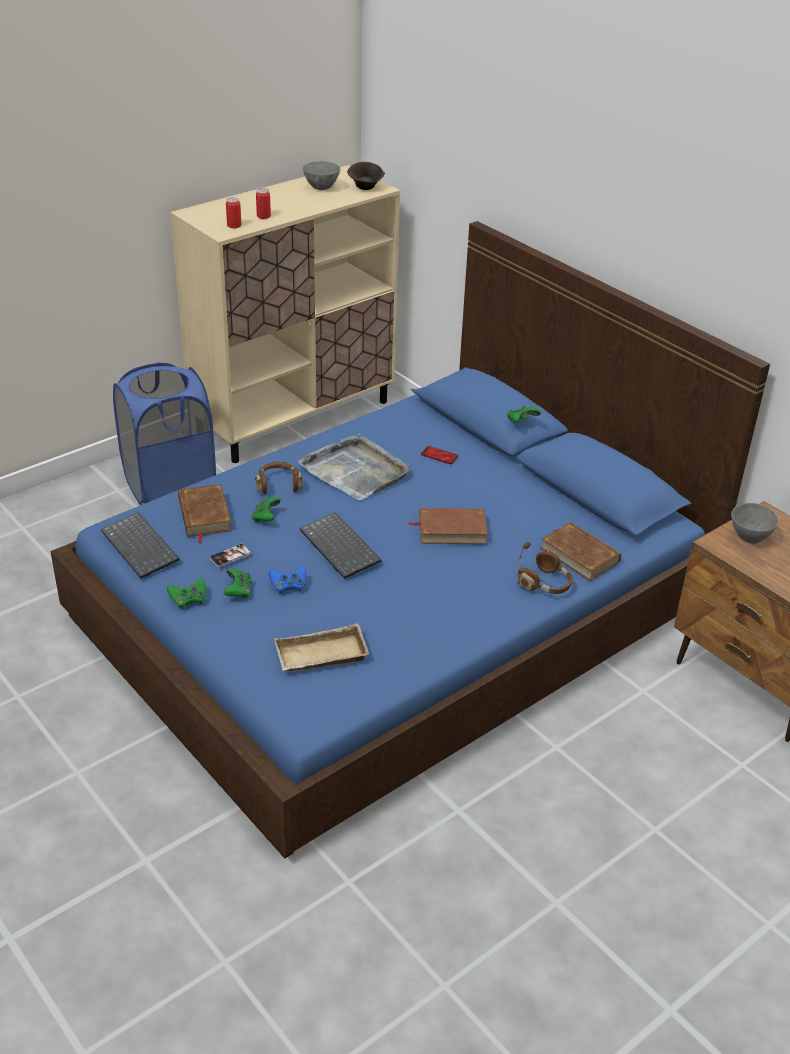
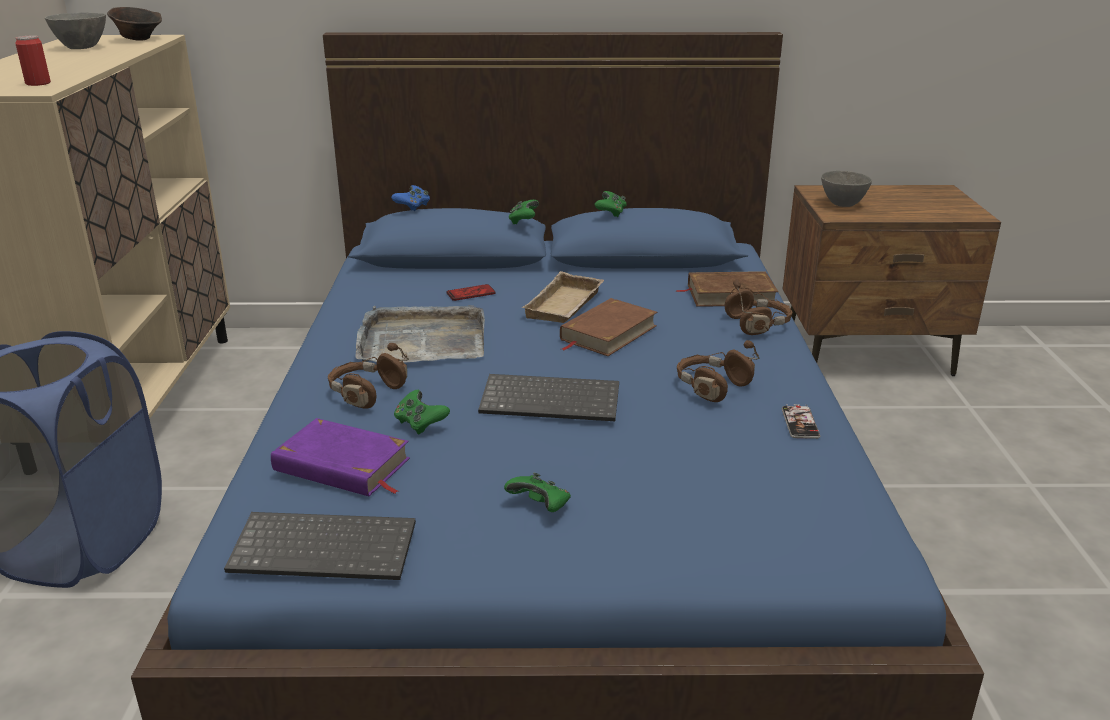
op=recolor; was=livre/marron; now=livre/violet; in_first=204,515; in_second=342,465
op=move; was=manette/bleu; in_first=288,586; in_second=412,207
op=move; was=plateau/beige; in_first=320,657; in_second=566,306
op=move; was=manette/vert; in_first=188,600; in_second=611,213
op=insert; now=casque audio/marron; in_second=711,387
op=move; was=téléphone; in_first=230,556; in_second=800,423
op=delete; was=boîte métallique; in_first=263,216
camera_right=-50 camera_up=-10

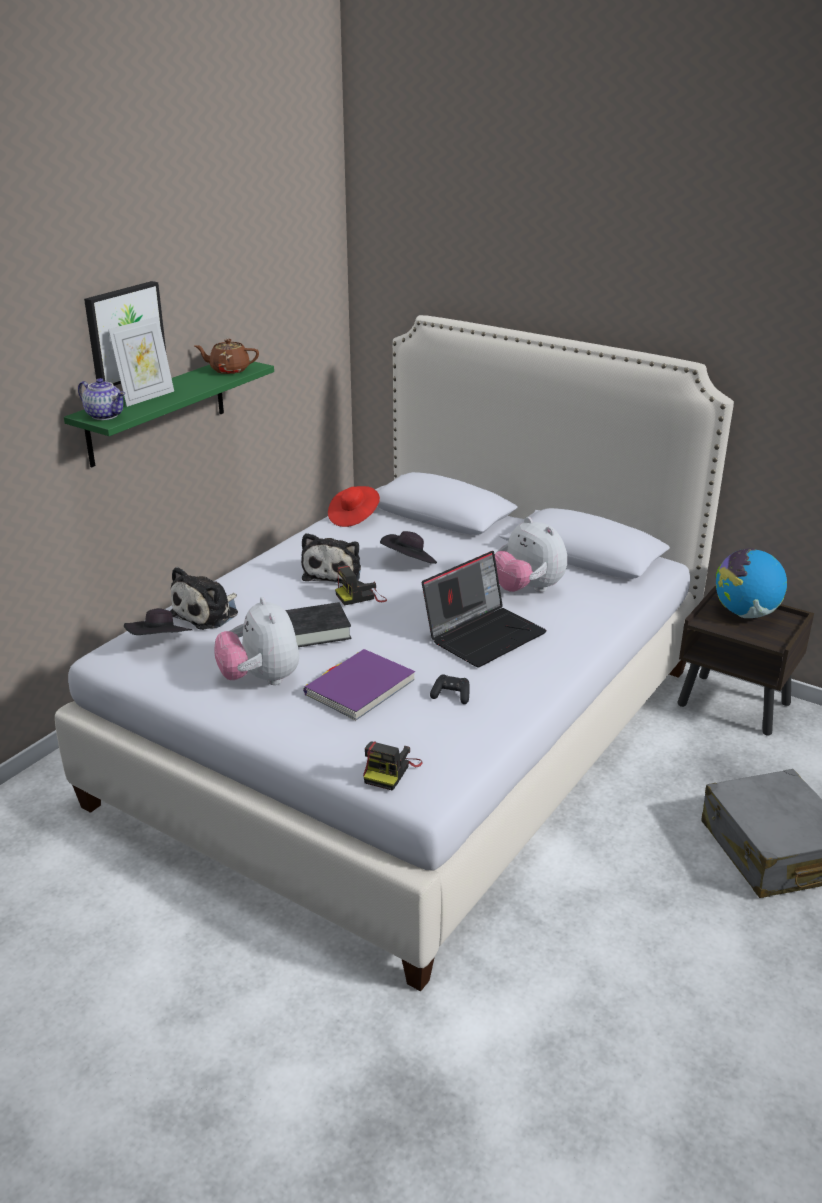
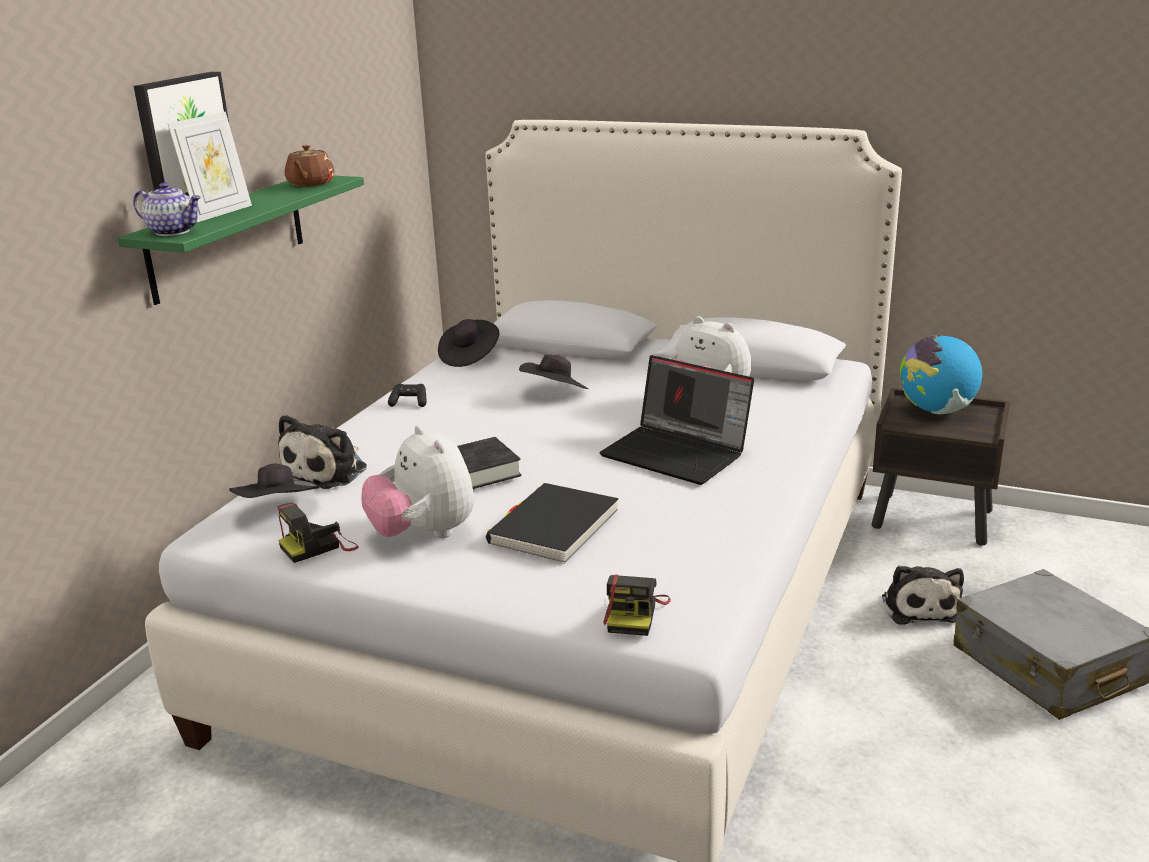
op=move; was=appareil photo; in_first=361,596; in_second=319,546
op=rotate; was=théière/marron; in_first=229,370; in_second=310,184; clockwise=-75
op=move; was=manette/noir; in_first=451,695; in_second=409,402
op=recolor; was=chapeau/rouge; now=chapeau/noir; in_first=353,517; in_second=469,357
op=recolor; was=livre/violet; now=livre/noir; in_first=359,688; in_second=554,528
op=rotate; was=ordinateur portable; in_first=484,634; in_second=678,453; clockwise=90
op=move; was=peluche; in_first=333,572; in_second=919,606
camera_right=-10 camera_up=-5

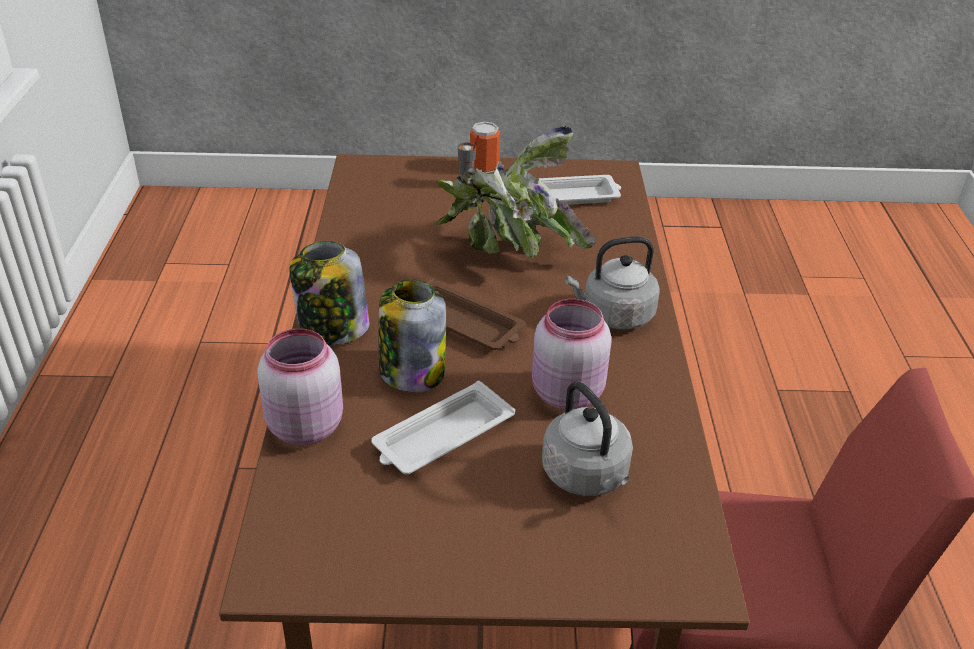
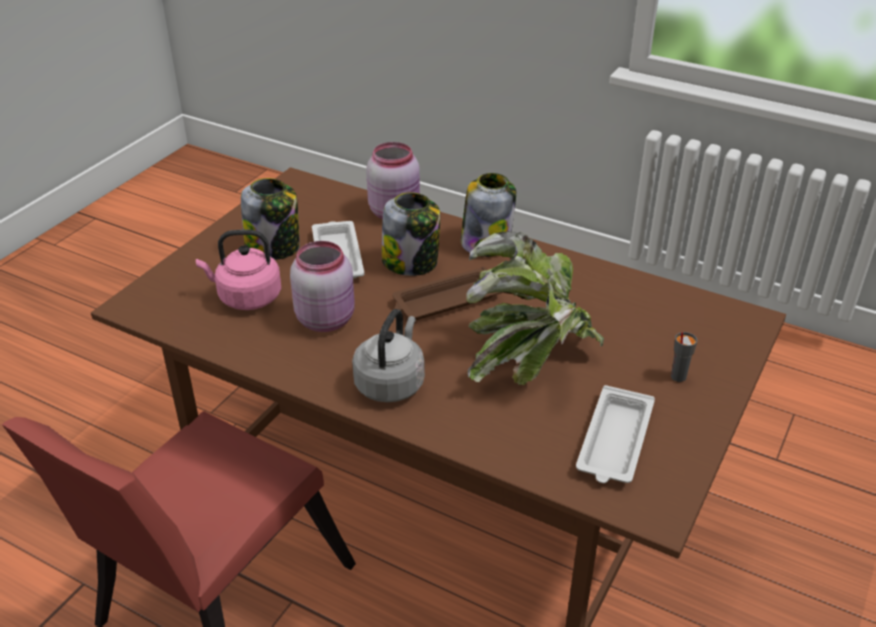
op=recolor; was=bouilloire/gris; now=bouilloire/rose; in_first=587,476; in_second=246,298
op=insert; now=bocal; in_second=274,247
op=delete; was=boîte métallique; in_first=484,167
camera_right=120 camera_up=0

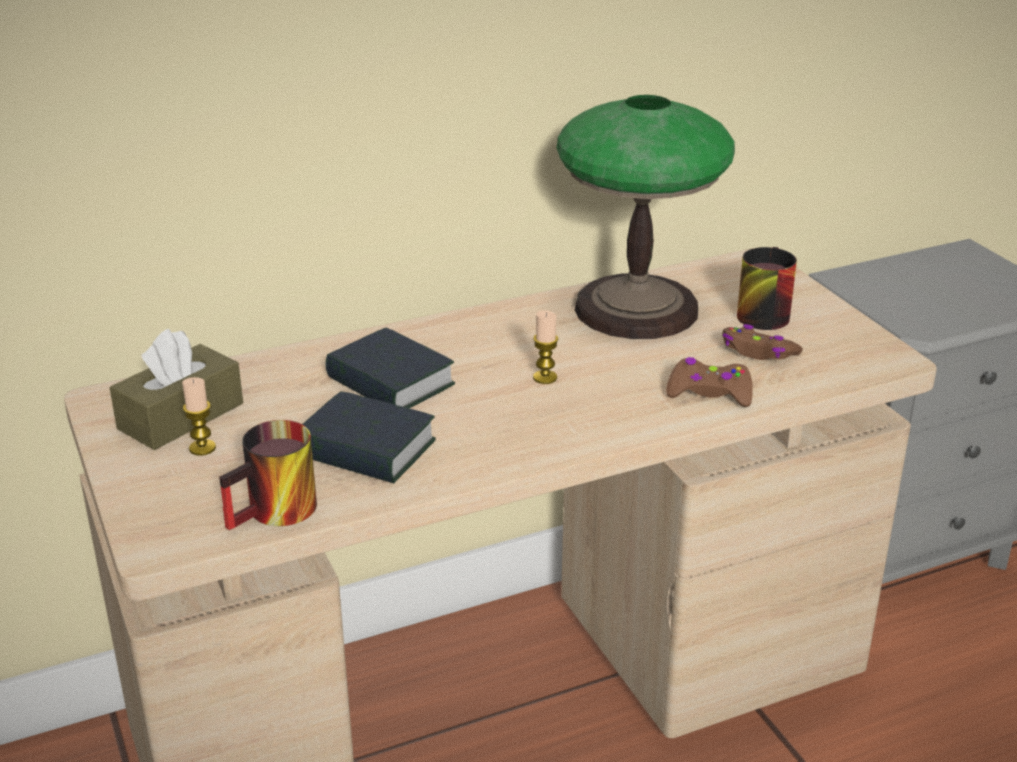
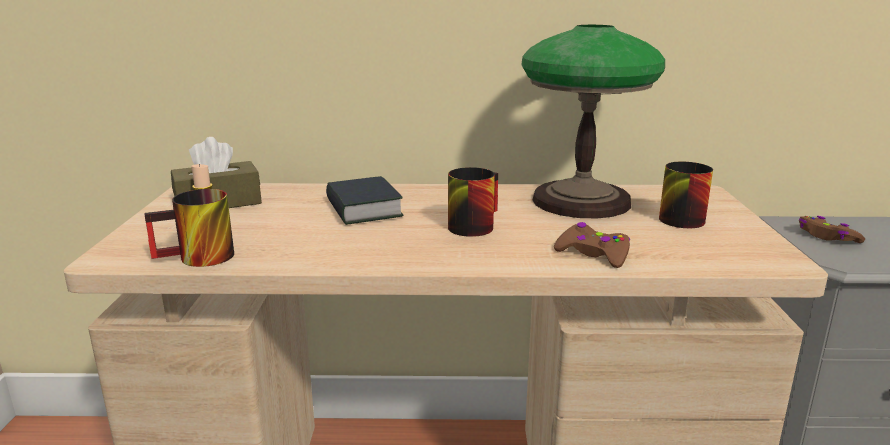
op=replace; was=bougie; now=mug; in_first=545,377; in_second=472,224
op=move; was=manette/marron; in_first=758,352; in_second=827,237
op=delete; was=livre; in_first=366,449
camera_right=25 camera_up=-10

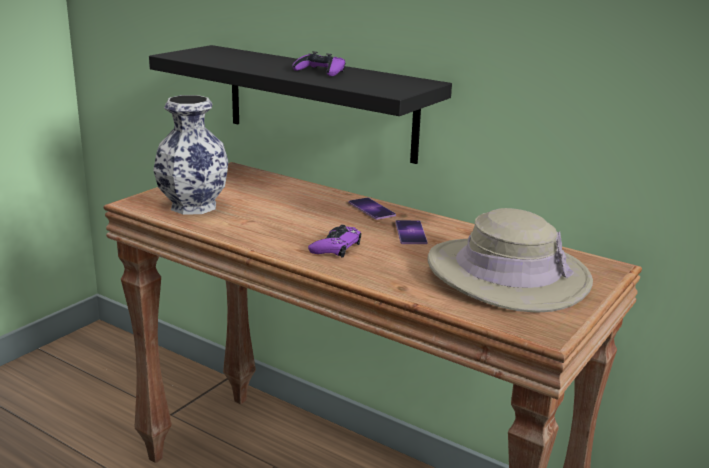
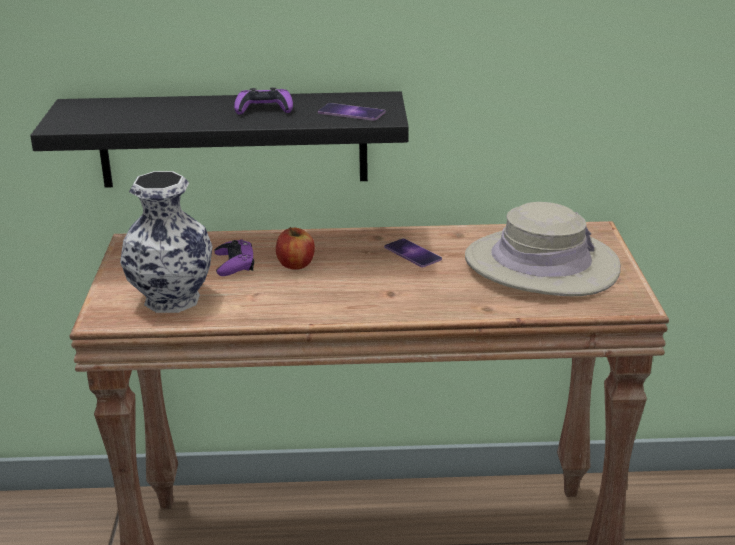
op=move; was=manette/violet; in_first=336,247; in_second=234,264
op=insert; now=pomme; in_second=296,265
op=move; was=téléphone; in_first=371,209; in_second=351,112
camera_right=-35 camera_up=5

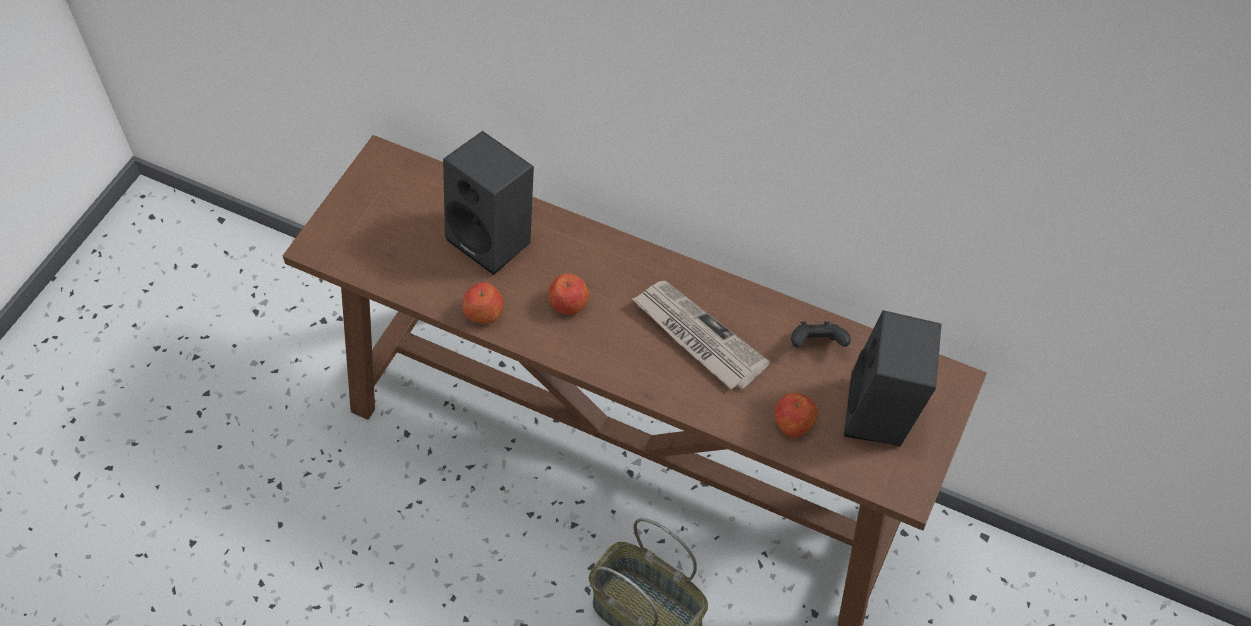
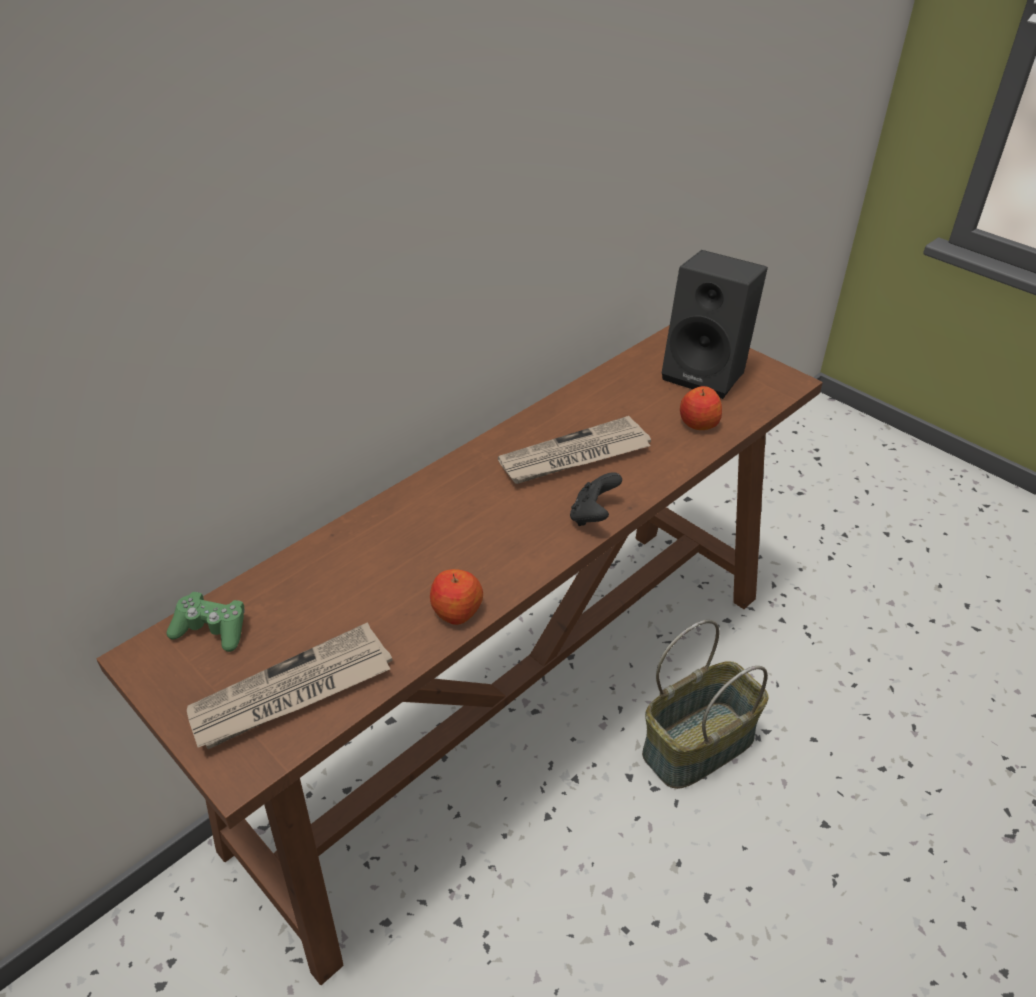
op=insert; now=manette/vert; in_second=211,629
op=insert; now=journal; in_second=292,692
op=move; was=manette/noir; in_first=817,345; in_second=593,515
op=delete; was=enceinte/noir; in_first=495,238
op=delete; was=pomme; in_first=569,304
camera_right=-70 camera_up=-15

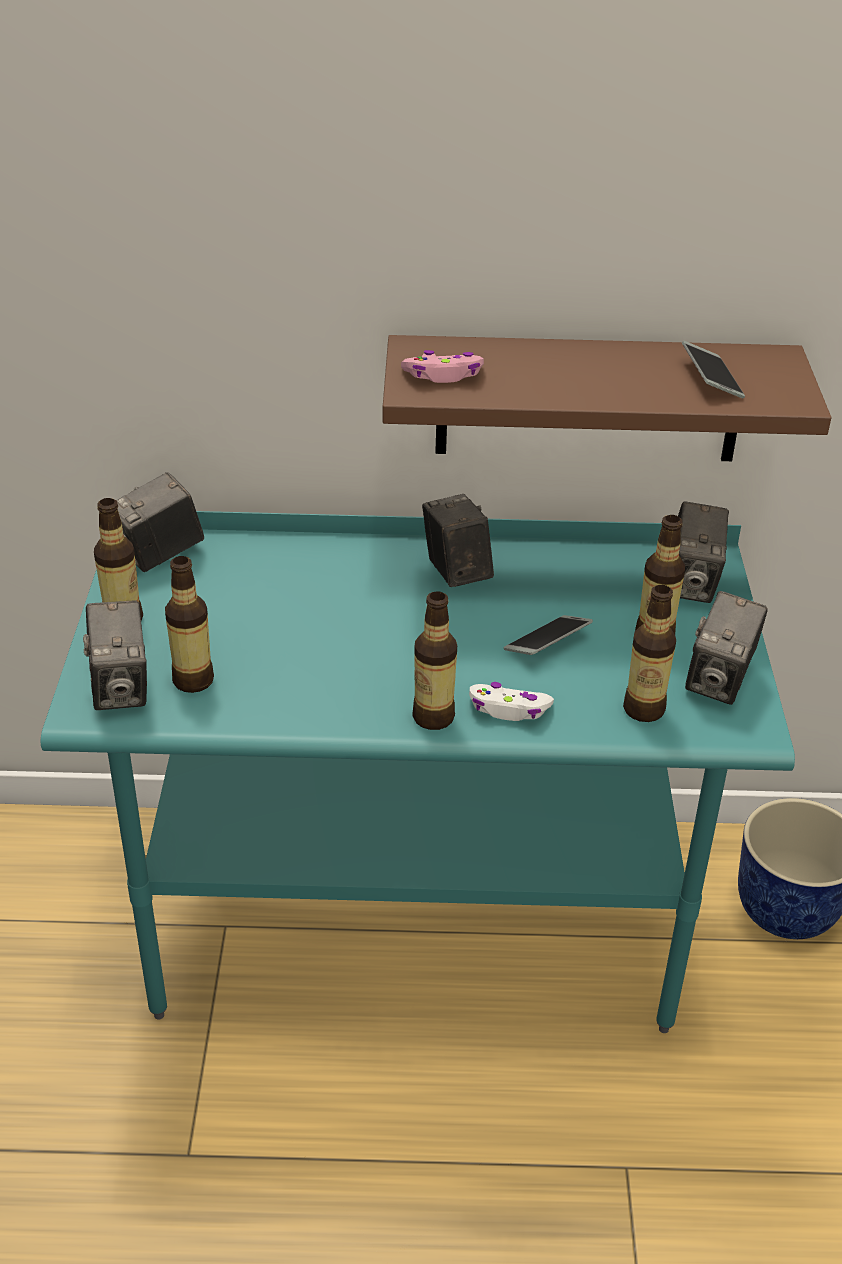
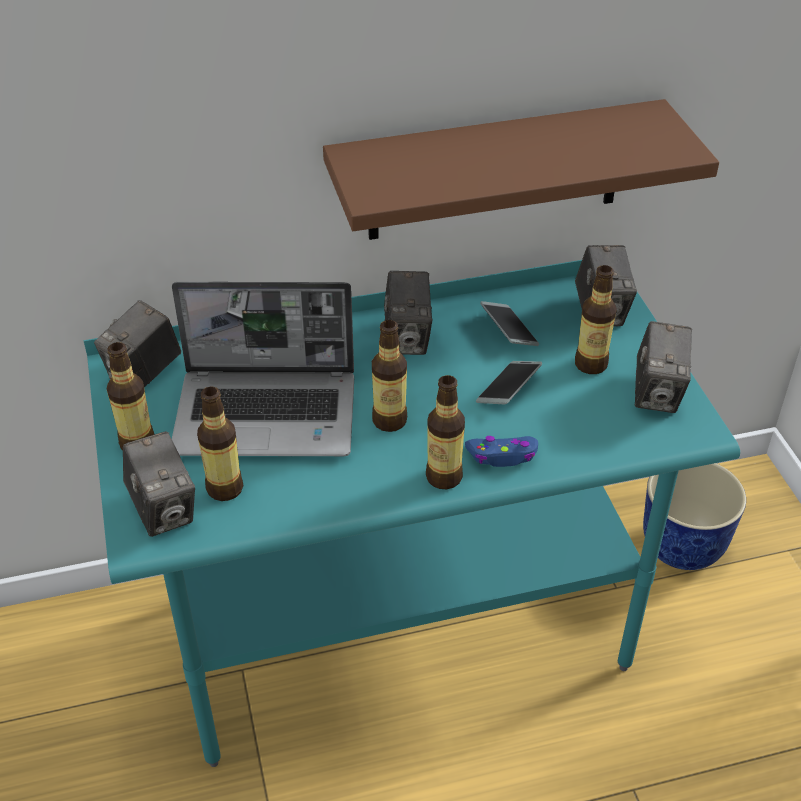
op=insert; now=ordinateur portable; in_second=268,414
op=move; was=bouteille; in_first=644,709; in_second=389,420
op=rotate; was=appareil photo; in_first=456,572; in_second=407,339; clockwise=-150
op=recolor; was=manette/blanc; now=manette/bleu; in_first=509,709; in_second=502,456
op=move; was=téléphone; in_first=711,378; in_second=508,330
op=delete; was=manette/rose; in_first=444,375
camera_right=-15 camera_up=5

